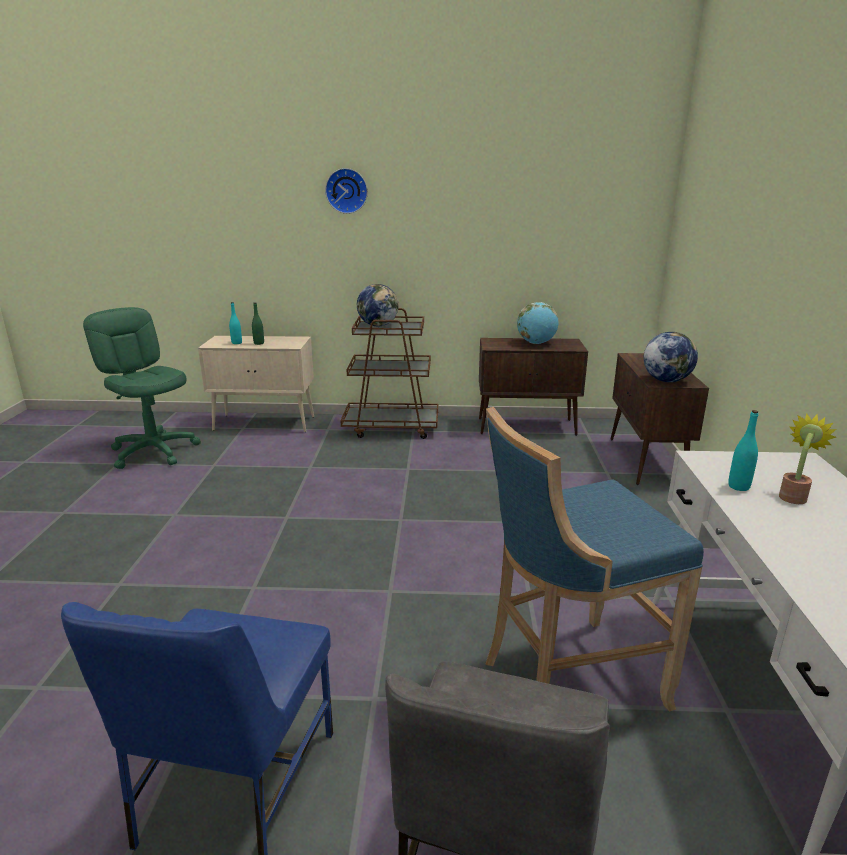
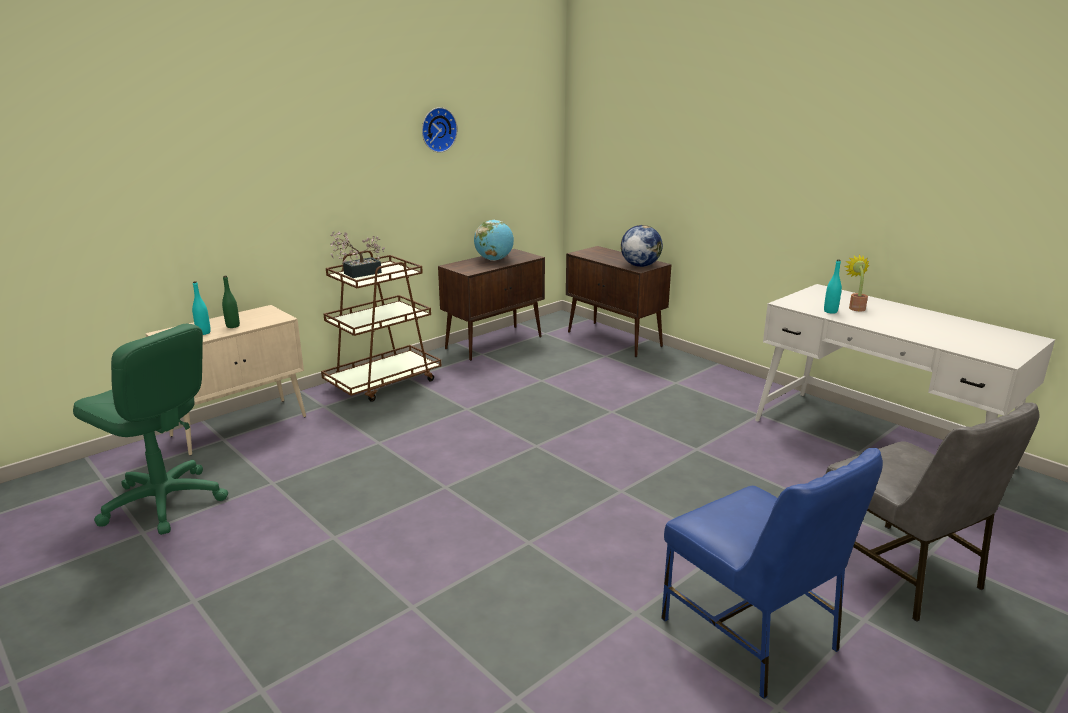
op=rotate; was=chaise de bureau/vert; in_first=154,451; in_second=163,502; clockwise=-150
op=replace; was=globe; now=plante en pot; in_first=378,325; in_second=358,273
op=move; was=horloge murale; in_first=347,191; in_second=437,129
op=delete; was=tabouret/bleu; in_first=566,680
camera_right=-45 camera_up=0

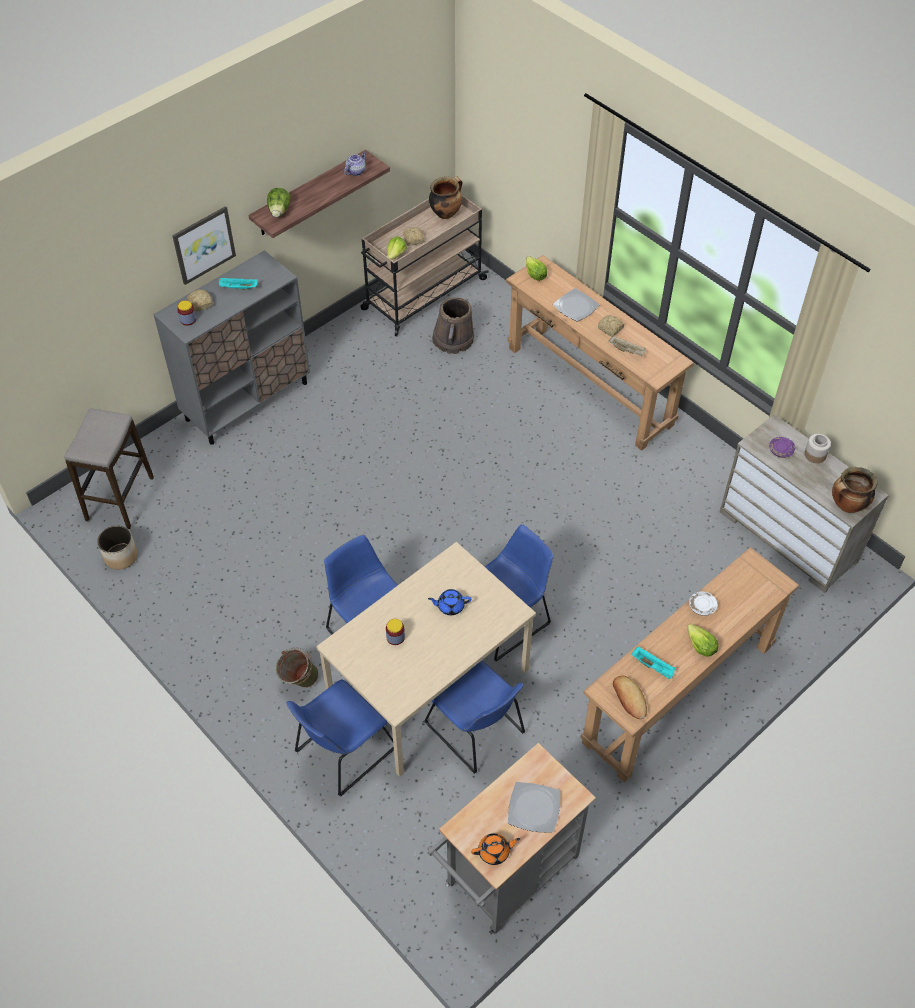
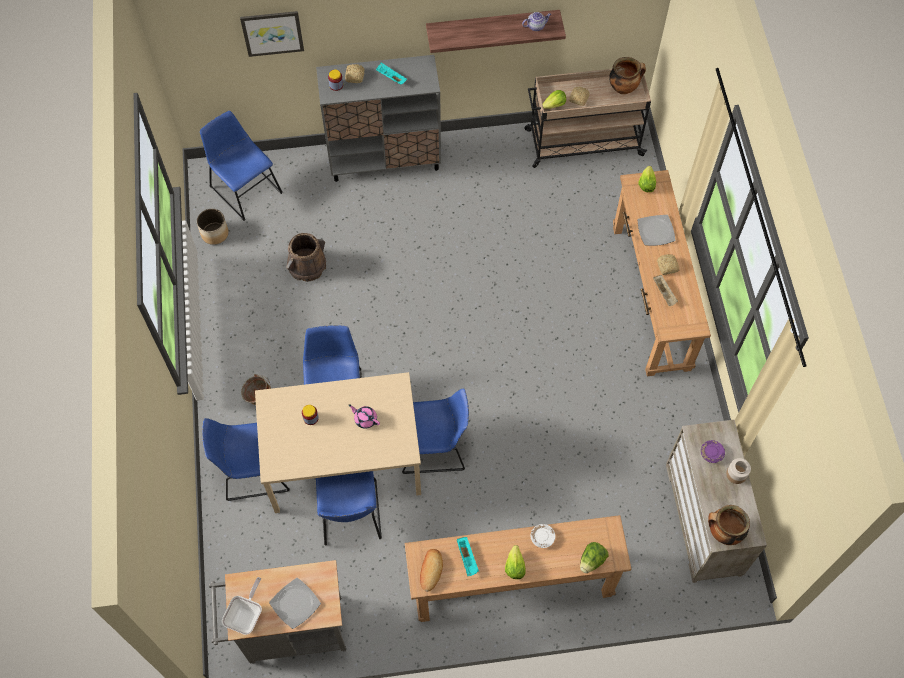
op=replace; was=tabouret; now=chaise/bleu; in_first=119,499; in_second=244,188
op=replace; was=théière/orange; now=poêle; in_first=494,852; in_second=246,615
op=move; was=tableau; in_first=203,244; in_second=272,32
op=move; was=seau/marron; in_first=453,339; in_second=307,265
op=recolor; was=théière/bleu; now=théière/rose; in_first=450,606; in_second=365,419
op=move; was=laitue; in_first=279,211; in_second=592,561
camera_right=35 camera_up=10

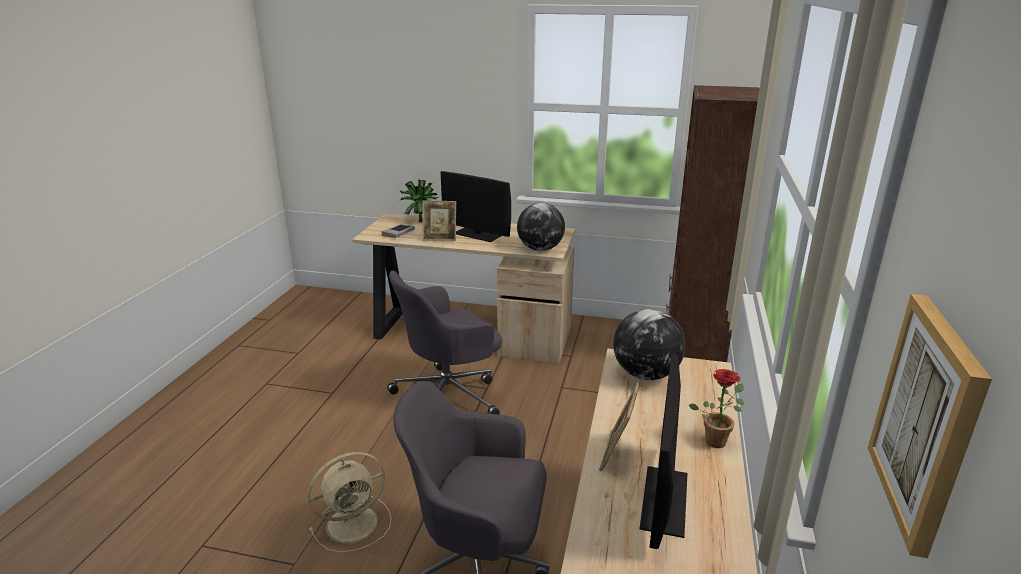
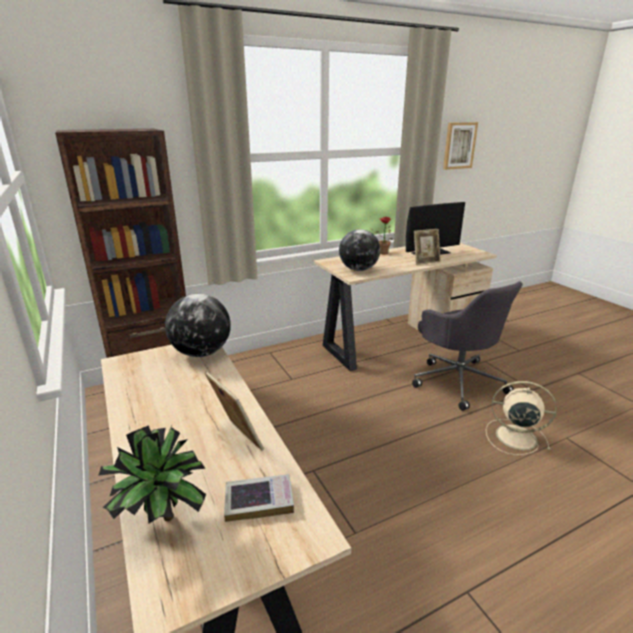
op=delete; was=chaise de bureau/gris; in_first=449,396
op=delete; was=écran d'ordinateur; in_first=477,234
camera_right=-130 camera_up=0

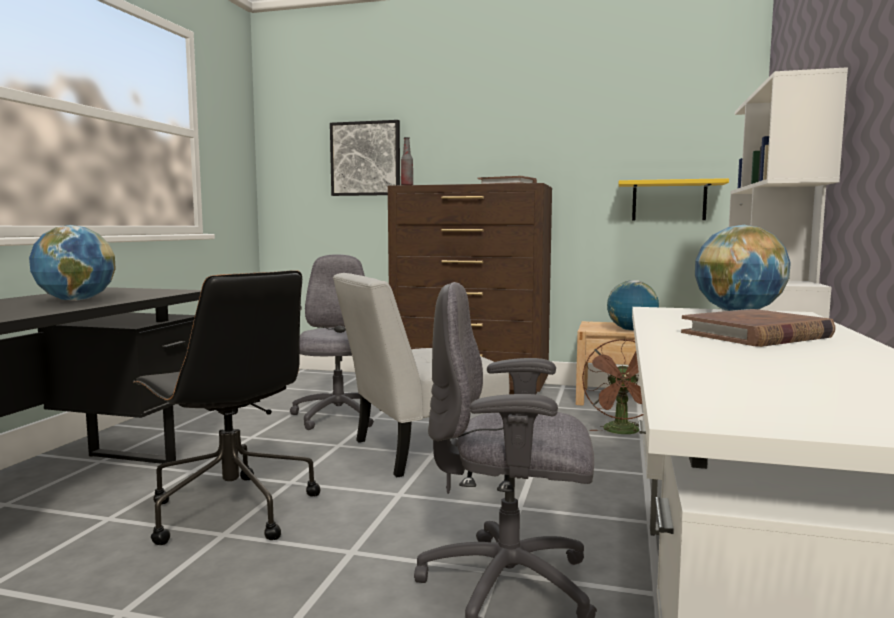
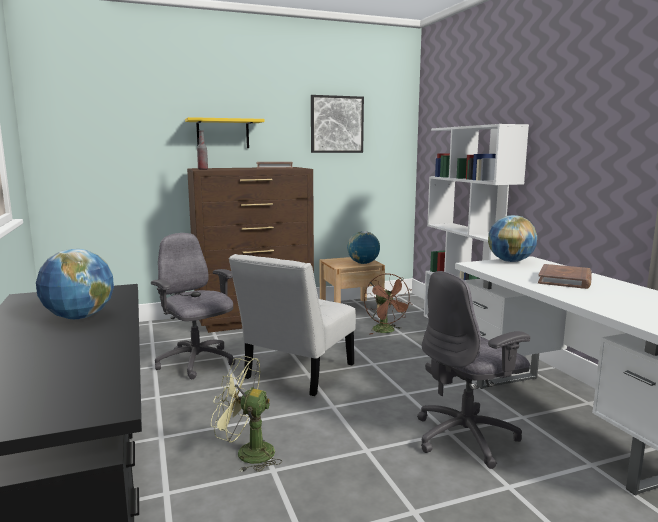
op=move; was=étagère/jaune; in_first=669,201; in_second=223,133
op=replace; was=chaise de bureau/noir; now=ventilateur/vert; in_first=230,510; in_second=247,453
op=move; was=tableau; in_first=365,159; in_second=336,124
camera_right=-35 camera_up=5

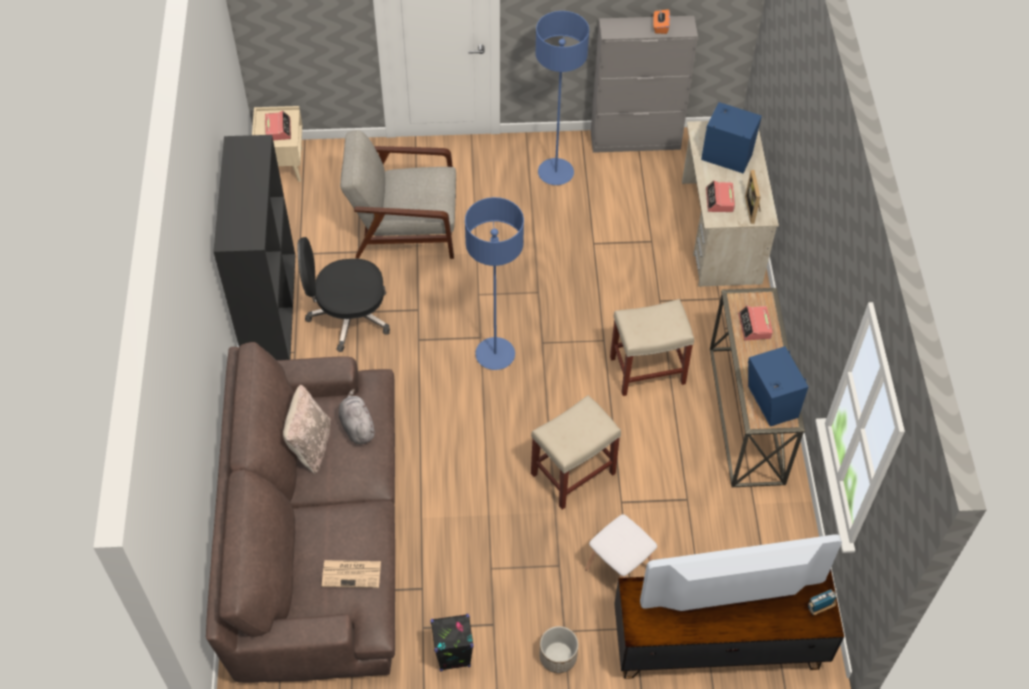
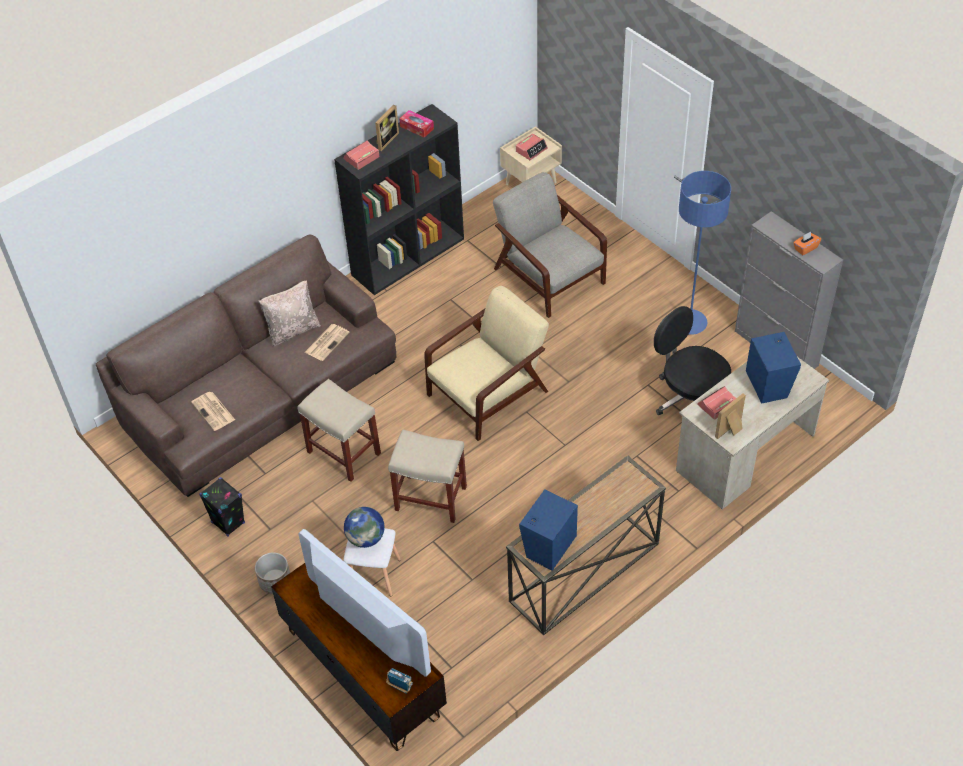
op=move; was=tabouret/beige; in_first=646,371; in_second=343,452
op=replace; was=peluche/gris; now=journal; in_first=357,426; in_second=327,342
op=move; was=réveil; in_first=754,326; in_second=361,158
op=insert; now=globe; in_second=366,538
op=insert; now=cadre photo; in_second=385,140
op=insert; now=boîte à mouchoirs; in_second=417,127
op=replace; was=lampadaire/bleu; now=fauteuil/beige; in_first=495,355; in_second=489,392
op=move; was=chaise de bureau/noir; in_first=348,317; in_second=689,398
camera_right=55 camera_up=-5

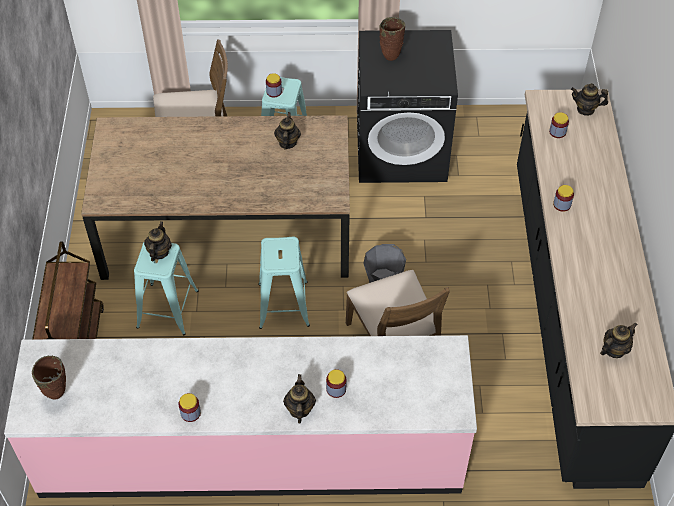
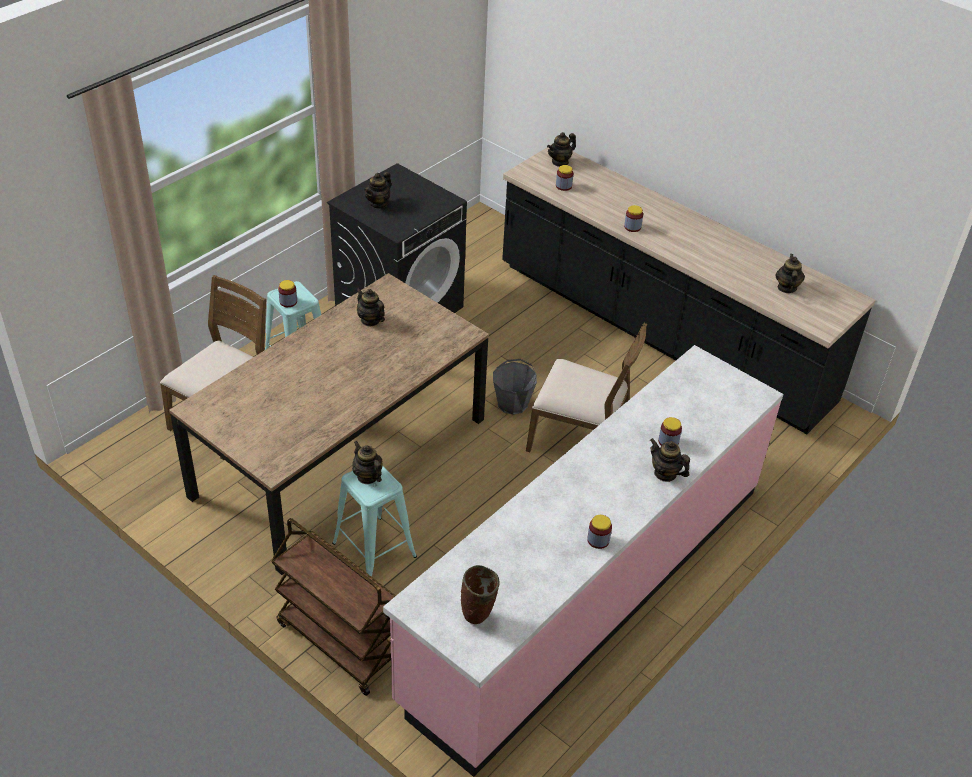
op=replace; was=vase/marron; now=théière; in_first=391,55; in_second=378,204
op=delete; was=tabouret/turquoise; in_first=283,304
camera_right=-50 camera_up=-10

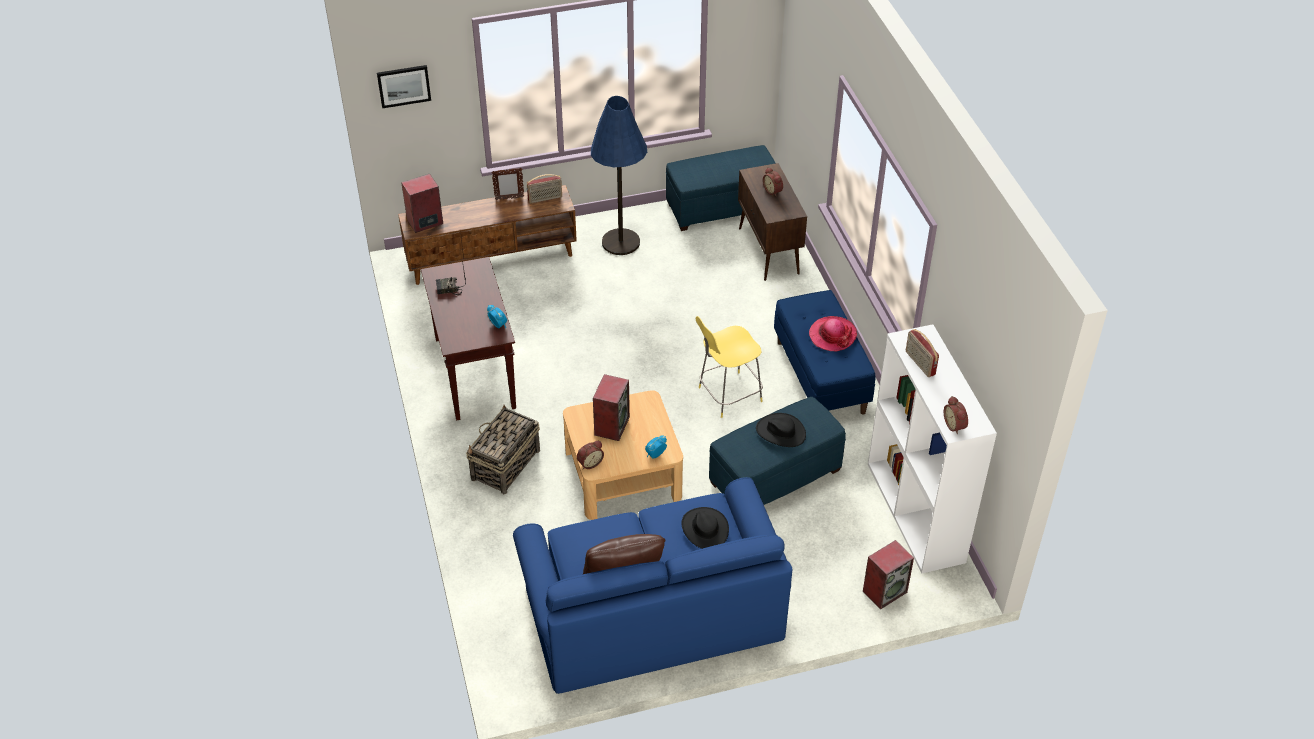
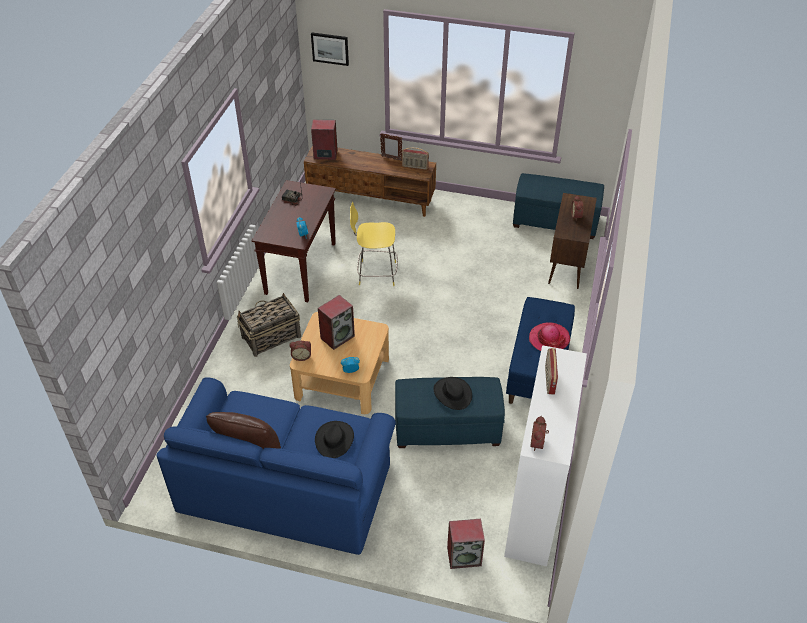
op=move; was=tabouret/jaune; in_first=728,395; in_second=375,273
op=delete; was=lampadaire/bleu; in_first=620,242
camera_right=30 camera_up=0

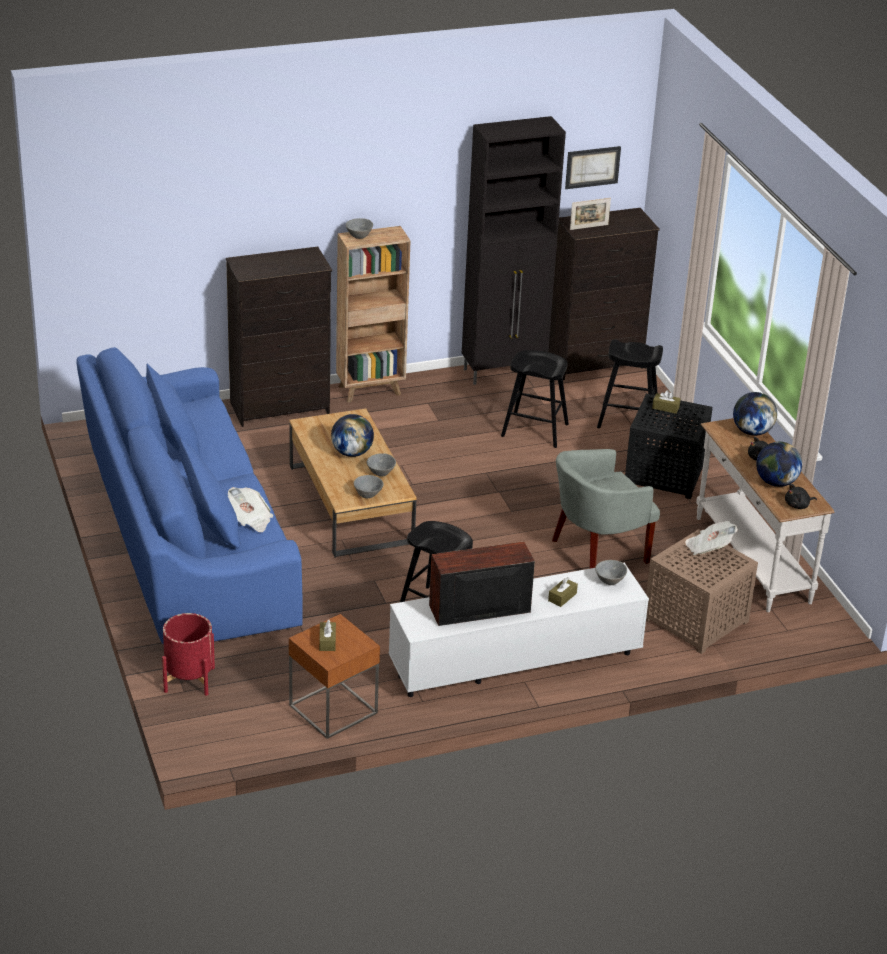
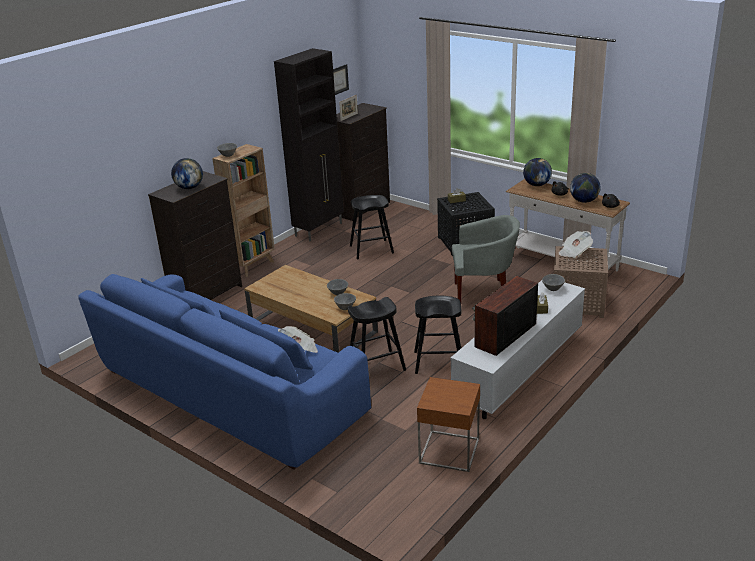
op=move; was=globe; in_first=352,453; in_second=189,187
op=move; was=tabouret/noir; in_first=628,420; in_second=376,366
op=rotate; was=fauteuil/gris; in_first=597,553; in_second=483,293; clockwise=-120
op=delete; was=cache-pot/rouge; in_first=189,679
op=delete; was=boîte à mouchoirs/marron; in_first=327,641
camera_right=-30 camera_up=-5

